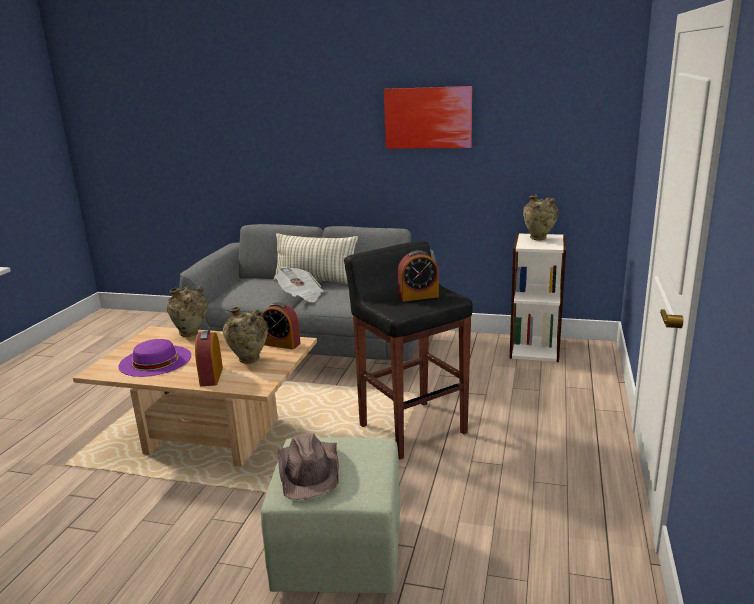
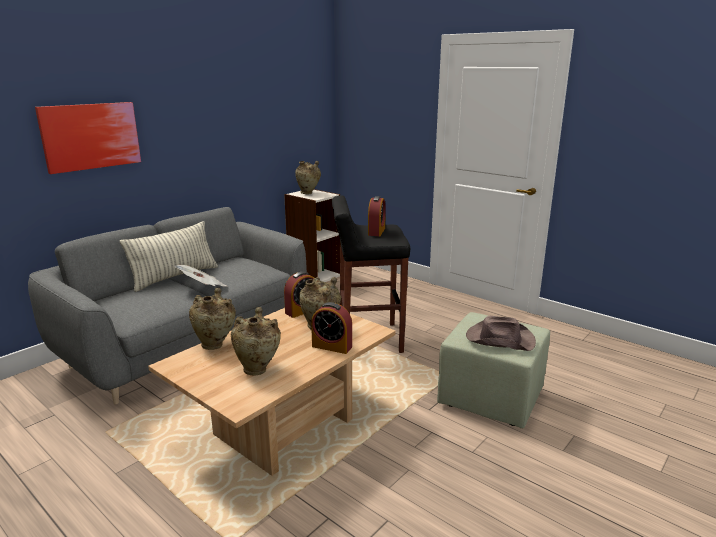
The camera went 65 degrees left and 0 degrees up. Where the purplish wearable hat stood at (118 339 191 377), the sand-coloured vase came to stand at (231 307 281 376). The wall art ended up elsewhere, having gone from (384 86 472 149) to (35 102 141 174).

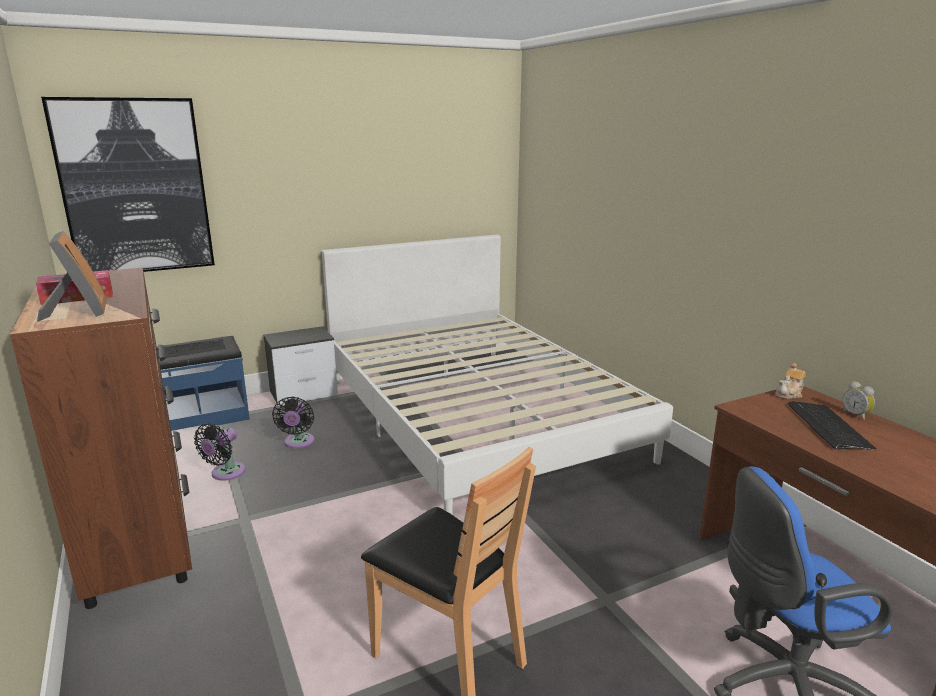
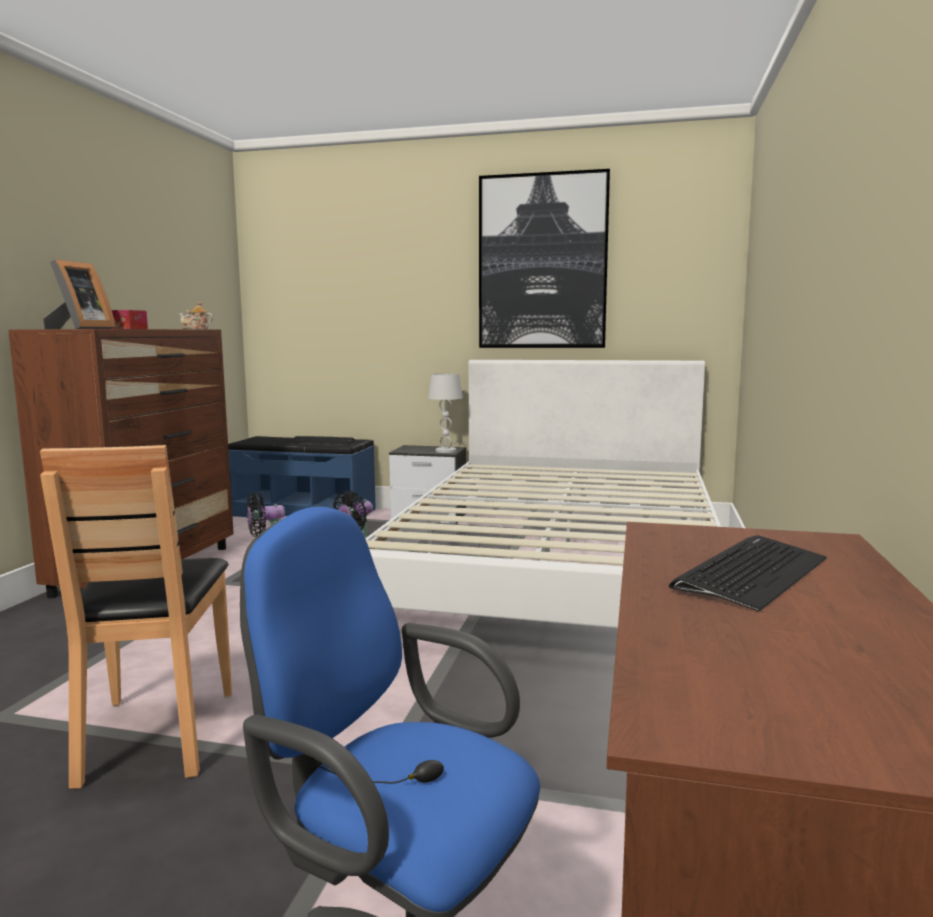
The camera went 40 degrees right and 10 degrees down. The wall art ended up elsewhere, having gone from (41 97 215 272) to (479 169 610 348). The teapot ended up elsewhere, having gone from (775 363 806 399) to (179 301 213 329). The second view lost the bedside clock at (843 381 875 421). The second view gained the white-coloured table lamp at (428 374 463 453).

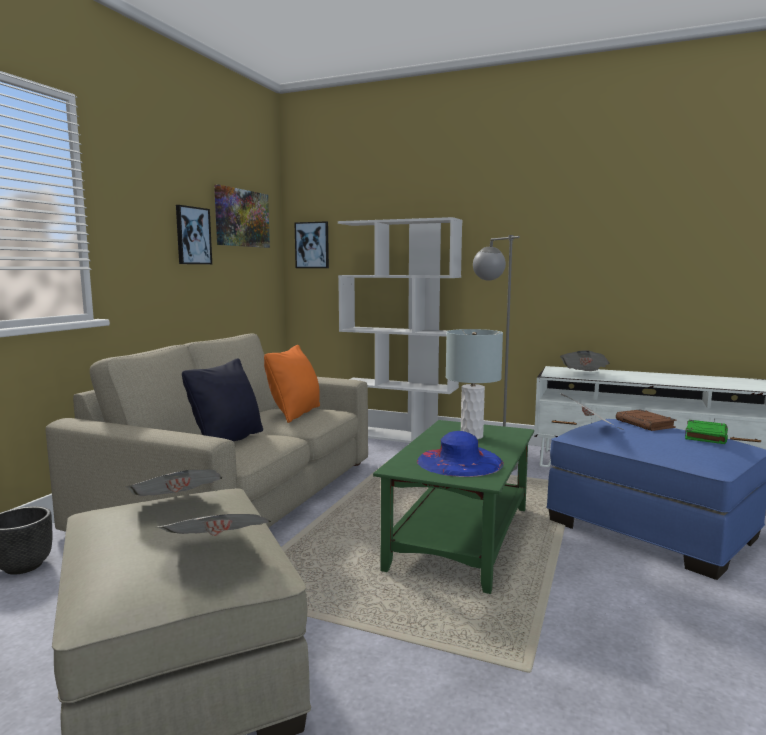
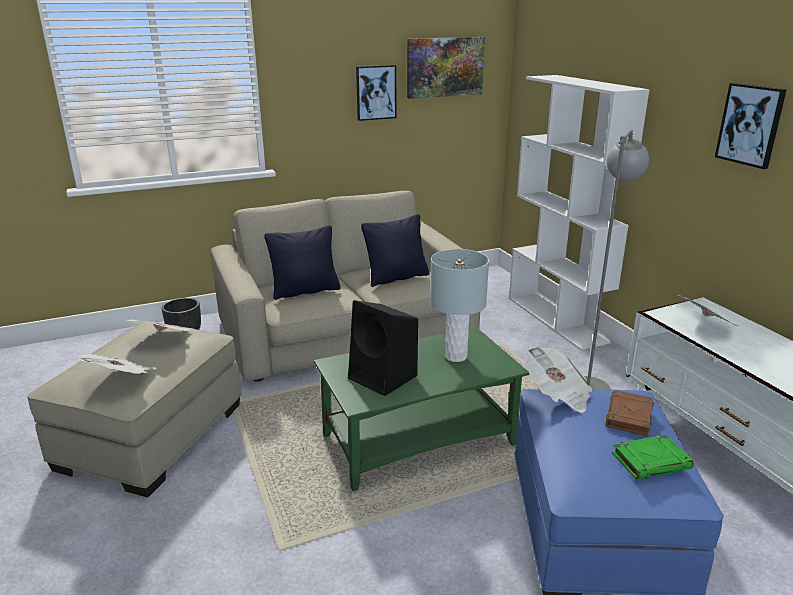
The camera went 45 degrees right and 15 degrees up. What was the orange-coloured cushion at (264 345 320 423) turned into the black-coloured cushion at (361 214 429 287). The wall art ended up elsewhere, having gone from (294 221 329 268) to (715 83 787 169). Where the blue wearable hat stood at (417 431 504 477), the black-coloured audio speaker came to stand at (348 300 418 396).

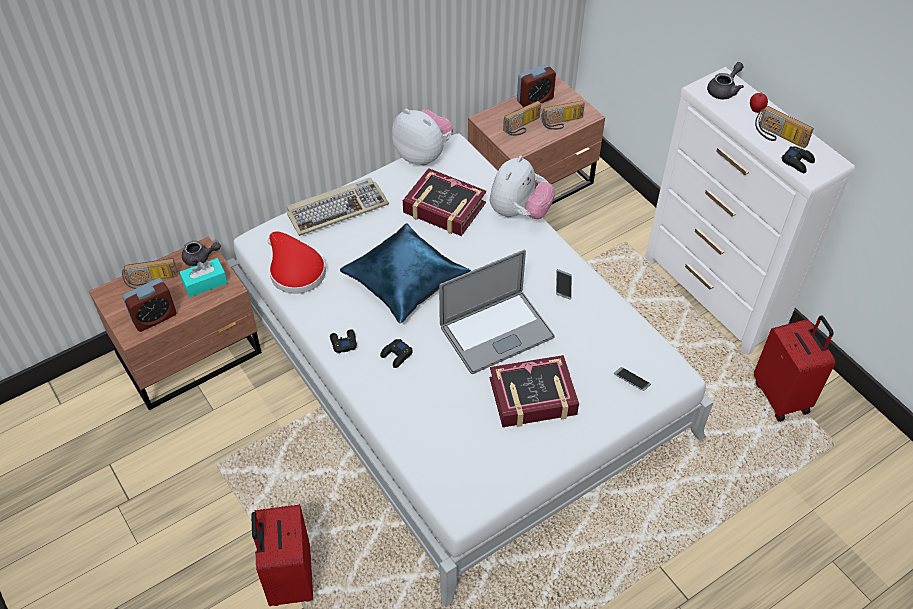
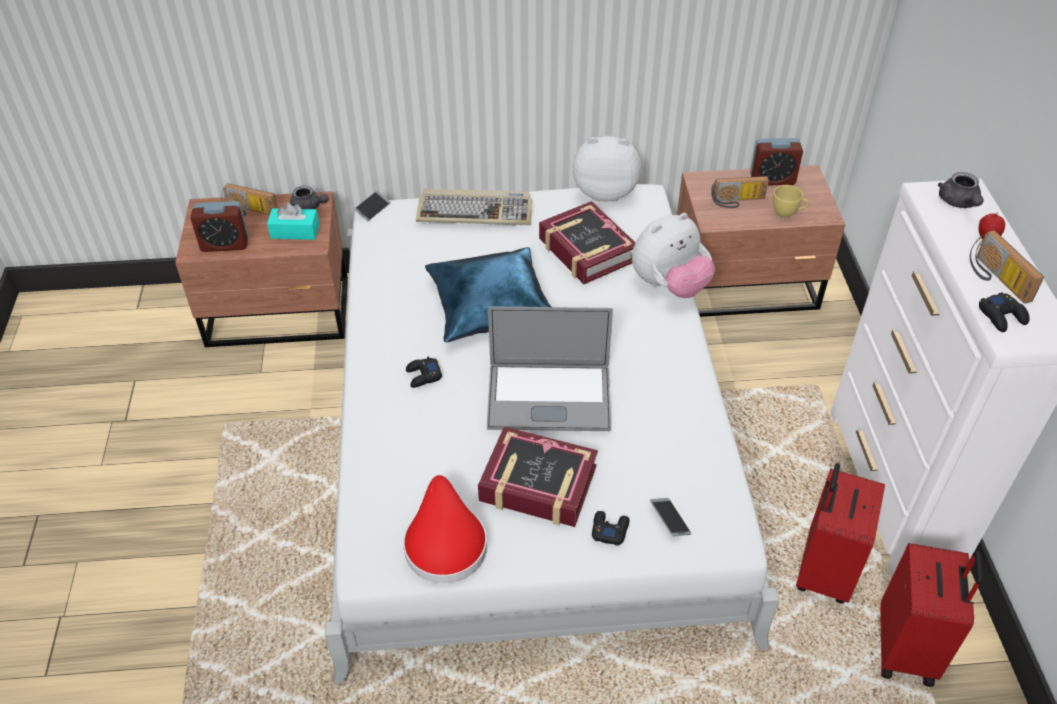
The camera went 30 degrees right and 5 degrees down. The red-coloured piece of luggage ended up elsewhere, having gone from (251 504 313 606) to (796 463 885 604). The red-coloured wearable hat ended up elsewhere, having gone from (268 232 326 294) to (403 475 487 583). The black-coloured joypad ended up elsewhere, having gone from (330 330 357 353) to (592 511 629 546). The cuddly toy at (392 109 453 165) ended up facing another way, 60 degrees counterclockwise from before. Where the radio set stood at (541 100 585 130), the yellow-coloured cup came to stand at (773 185 809 217). The telephone ended up elsewhere, having gone from (556 269 572 300) to (354 191 391 221). The greyish teapot at (707 62 744 99) ended up facing another way, 105 degrees clockwise from before.

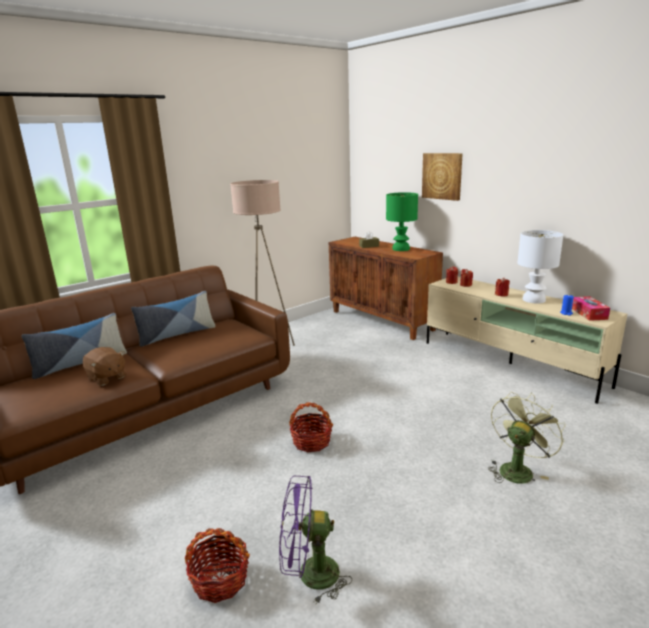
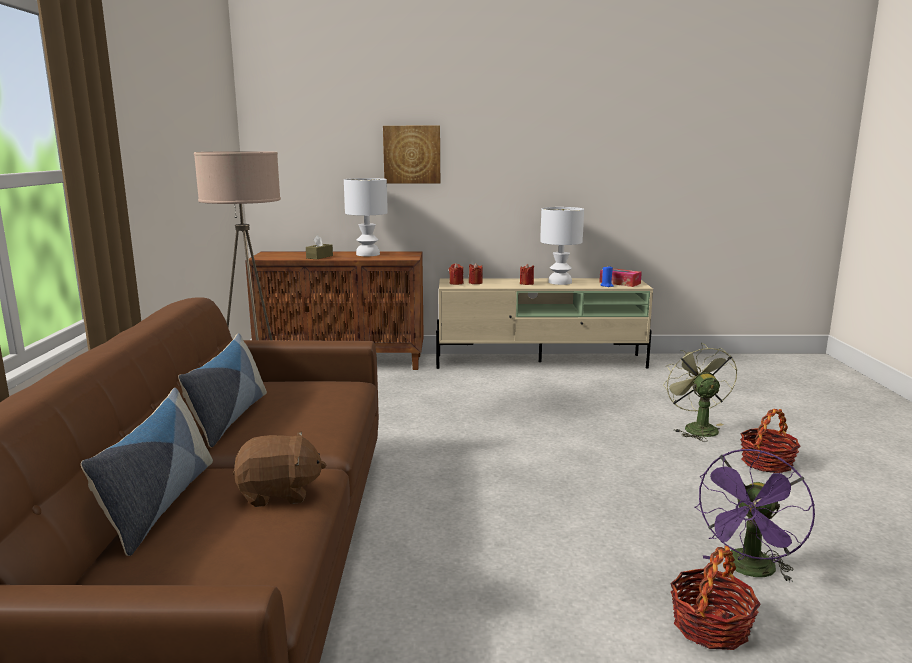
The camera went 50 degrees left and 5 degrees down. The basket ended up elsewhere, having gone from (289 402 333 452) to (740 409 801 473). What was the greenish table lamp at (386 192 418 251) turned into the white-coloured table lamp at (344 178 388 256).

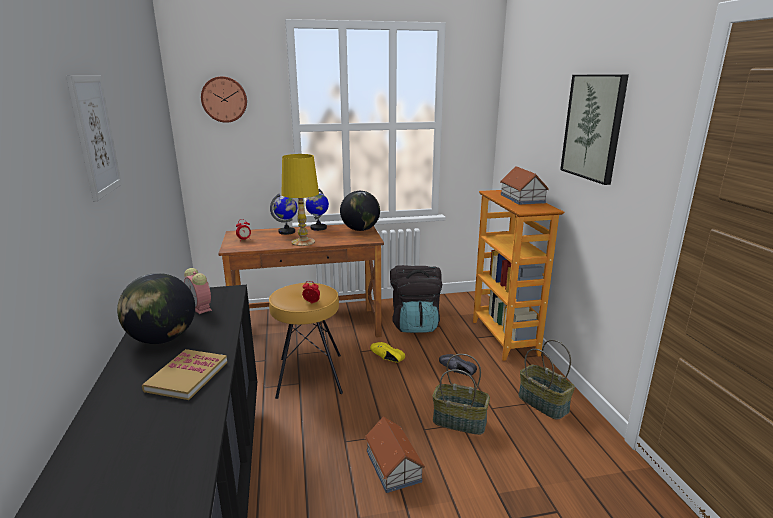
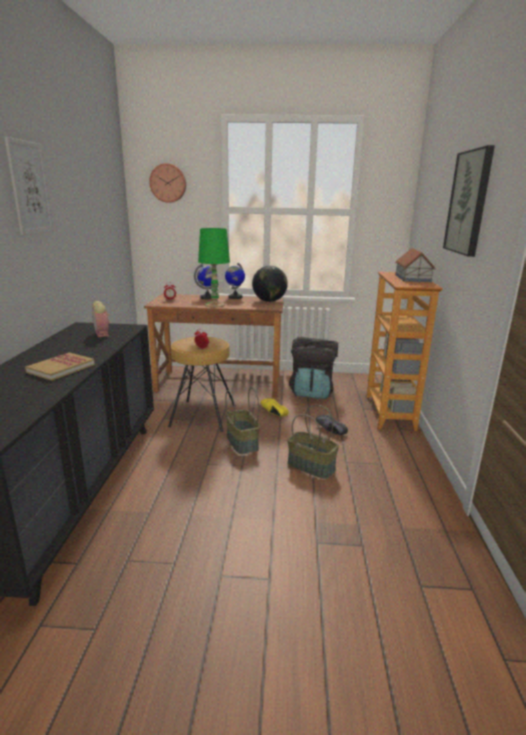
The camera went 15 degrees right and 0 degrees up. The second view lost the desk globe at (117 273 195 344). What was the yellow-coloured table lamp at (281 154 319 246) turned into the greenish table lamp at (198 228 230 307). The second view lost the model house at (365 417 425 493). The basket ended up elsewhere, having gone from (518 340 575 420) to (225 387 260 454).

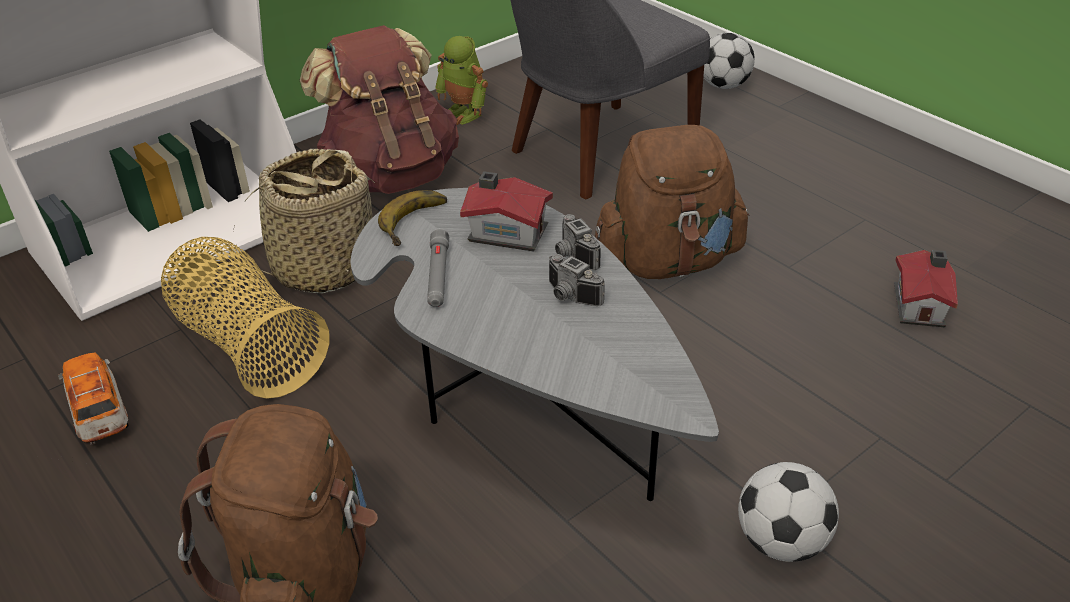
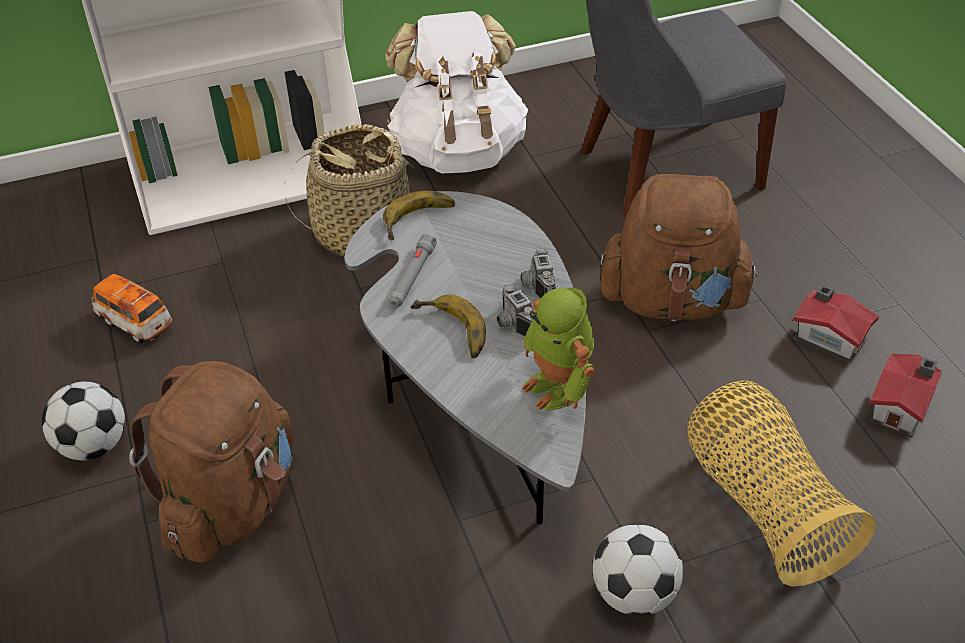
The camera went 20 degrees right and 5 degrees up. The toy car at (58 353 129 445) ended up facing another way, 45 degrees counterclockwise from before. The basket ended up elsewhere, having gone from (161 237 330 399) to (687 380 876 587). What was the brown backpack at (300 25 459 194) turned into the white-coloured backpack at (386 11 528 173). The model robot ended up elsewhere, having gone from (435 36 488 125) to (522 287 594 411). The model house ended up elsewhere, having gone from (460 171 553 252) to (793 284 879 364). The football ended up elsewhere, having gone from (703 33 755 89) to (42 382 125 460). The second view gained the whole banana at (411 295 486 358).

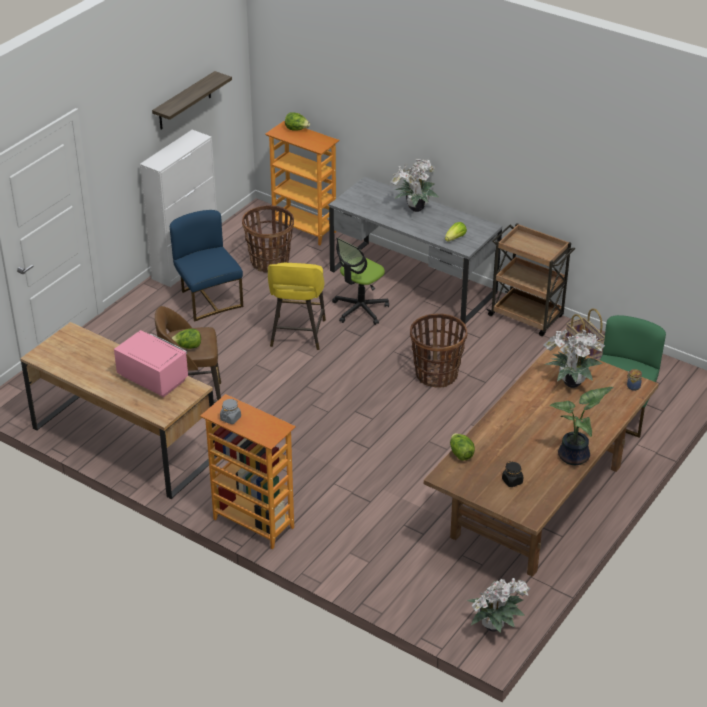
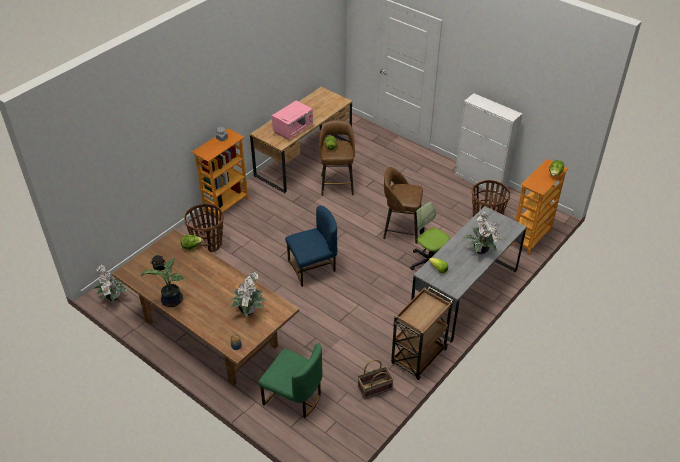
The camera went 95 degrees right and 5 degrees up. The second view lost the shelf at (152 71 232 129). The blue plain chair ended up elsewhere, having gone from (170 210 243 322) to (285 206 337 287). What was the yellow-coloured stool seat at (268 263 326 350) turned into the brown stool seat at (383 167 423 244). The basket ended up elsewhere, having gone from (410 313 468 388) to (184 204 224 253).

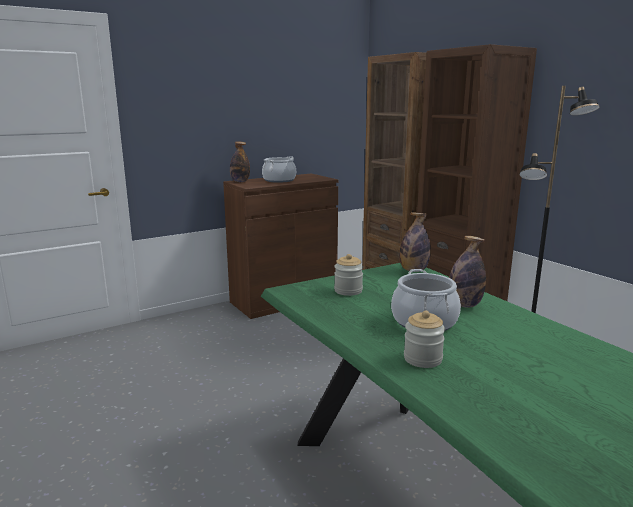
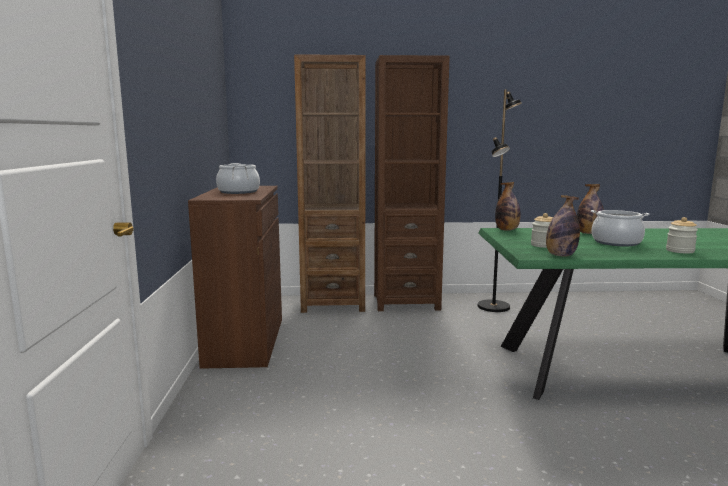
The camera went 60 degrees left and 5 degrees down. The drink bottle ended up elsewhere, having gone from (230 142 250 182) to (546 195 580 257).

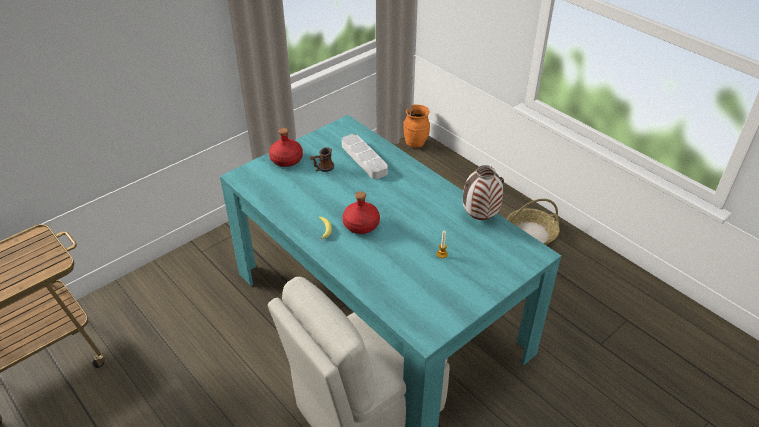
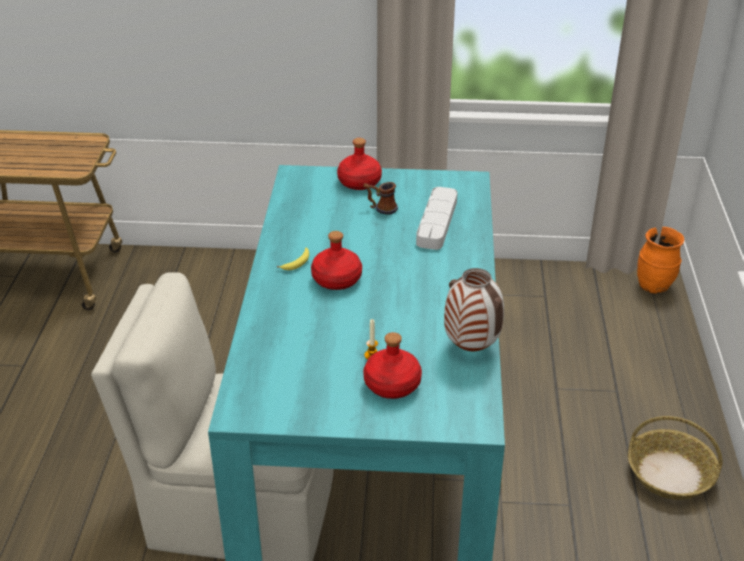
The camera went 45 degrees right and 5 degrees down. The second view gained the red-coloured drink bottle at (363 332 422 399).

